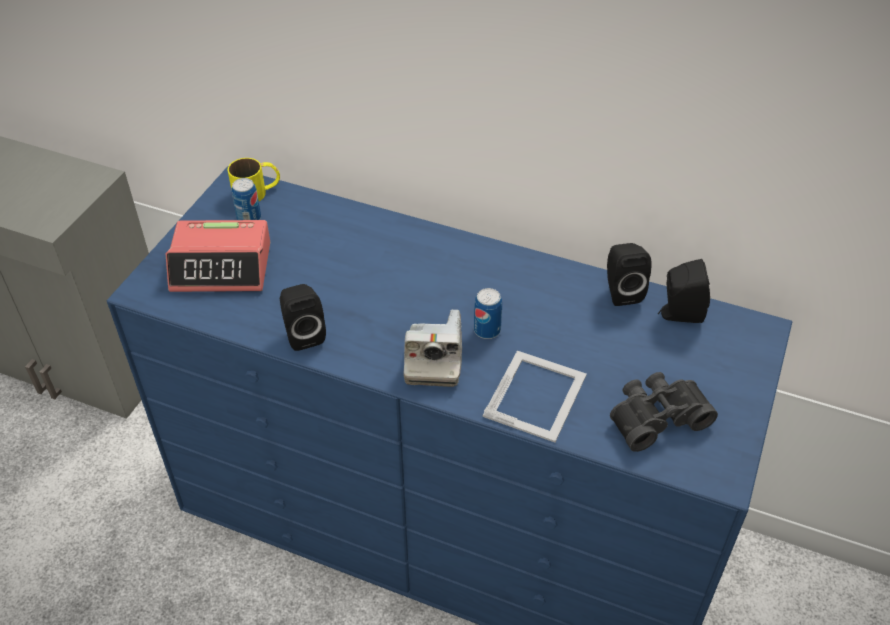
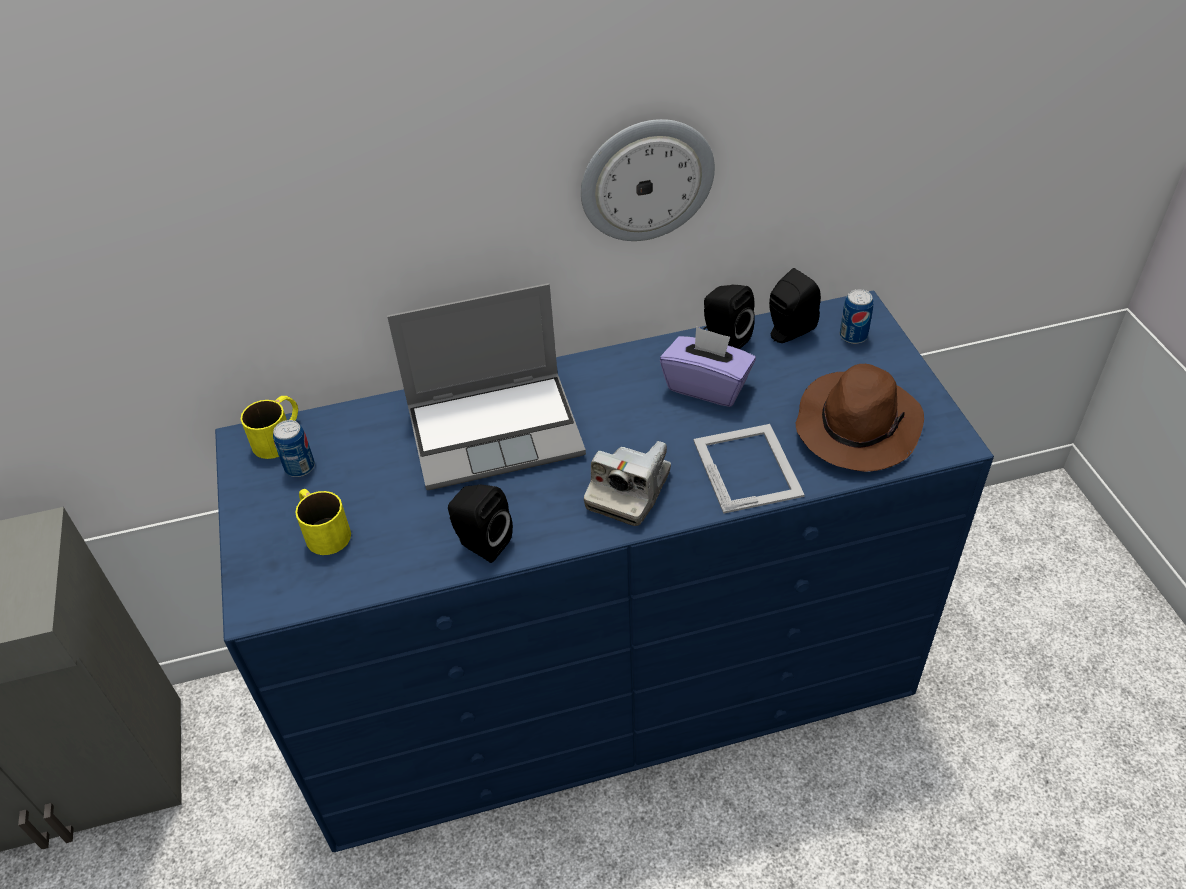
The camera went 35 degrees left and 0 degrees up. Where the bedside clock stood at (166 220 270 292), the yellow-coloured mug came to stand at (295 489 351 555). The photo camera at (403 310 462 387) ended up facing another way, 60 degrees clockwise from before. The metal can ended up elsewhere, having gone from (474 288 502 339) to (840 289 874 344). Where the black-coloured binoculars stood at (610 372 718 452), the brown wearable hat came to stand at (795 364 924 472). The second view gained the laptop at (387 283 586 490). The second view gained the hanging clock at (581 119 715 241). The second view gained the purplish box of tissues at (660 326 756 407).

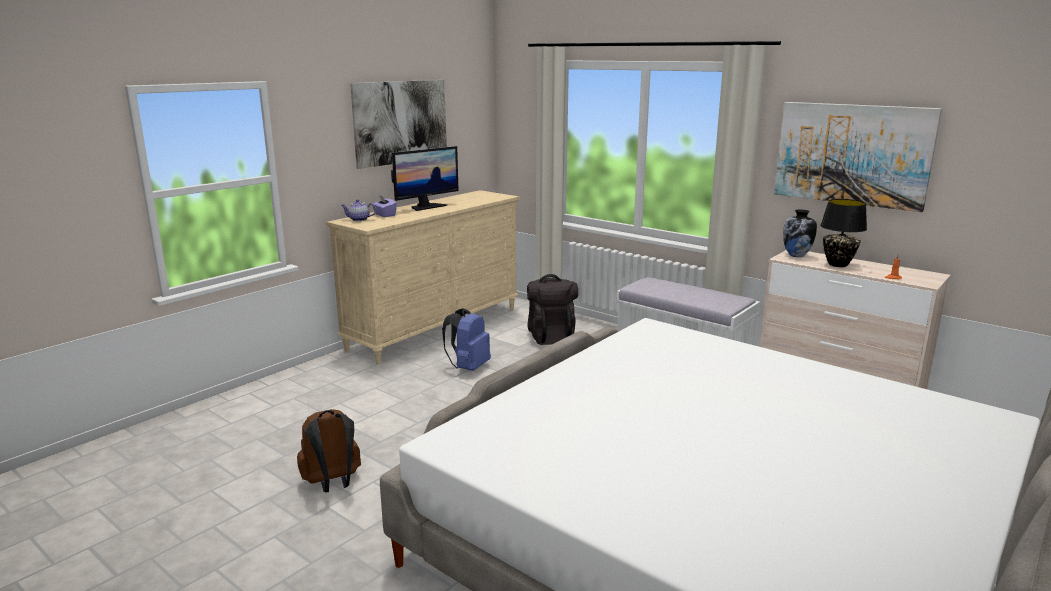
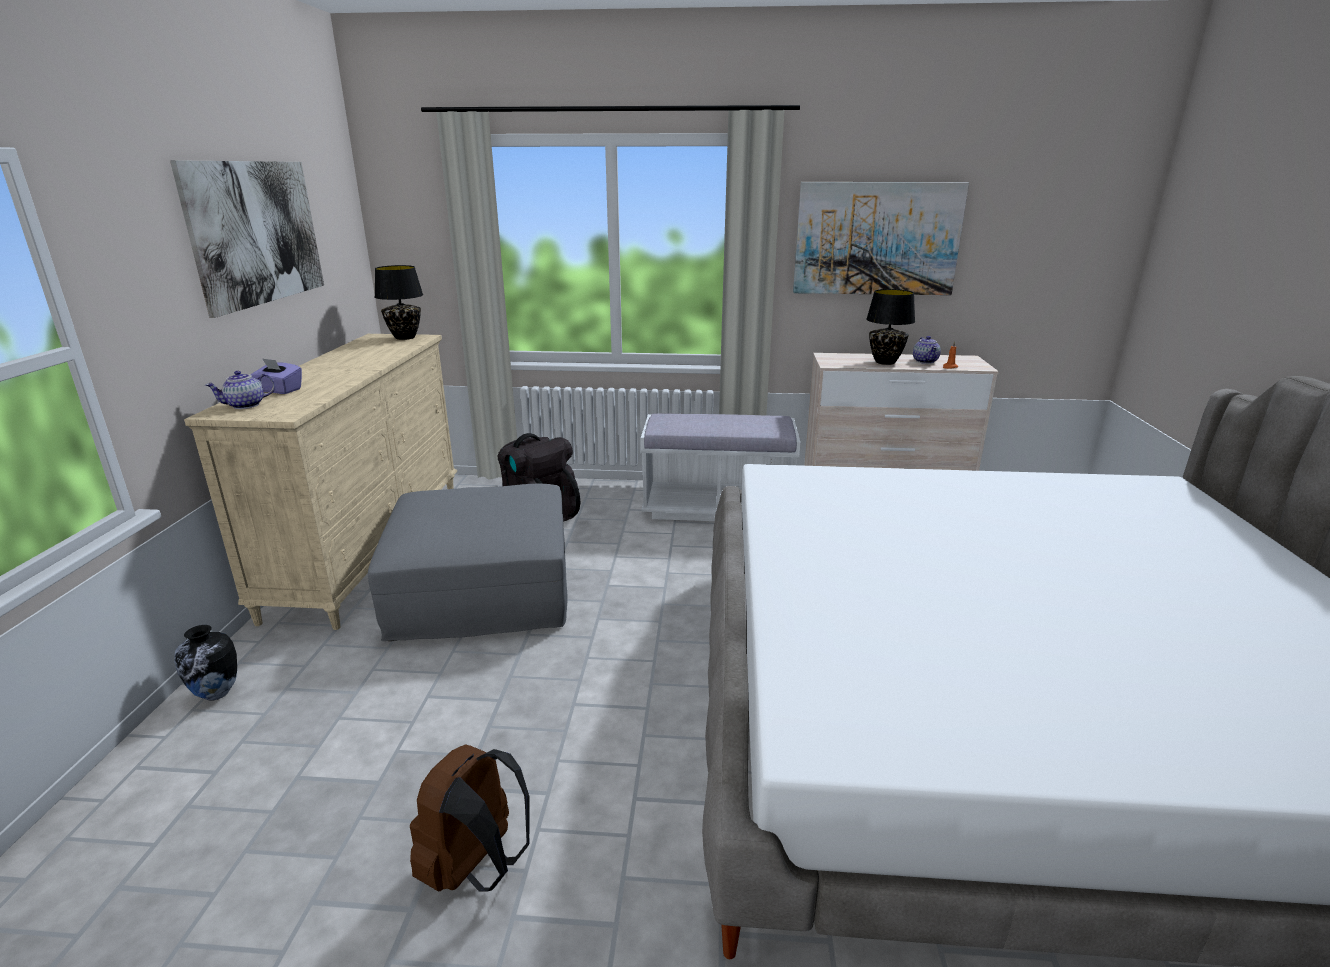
The camera went 35 degrees left and 5 degrees up. The second view lost the computer display at (391 146 459 211). Where the blue backpack stood at (442 308 491 371), the greyish ottoman came to stand at (368 484 568 641). The vase ended up elsewhere, having gone from (783 209 817 257) to (174 625 237 701). The second view gained the black-coloured table lamp at (375 265 423 340). The second view gained the teapot at (913 336 941 364).

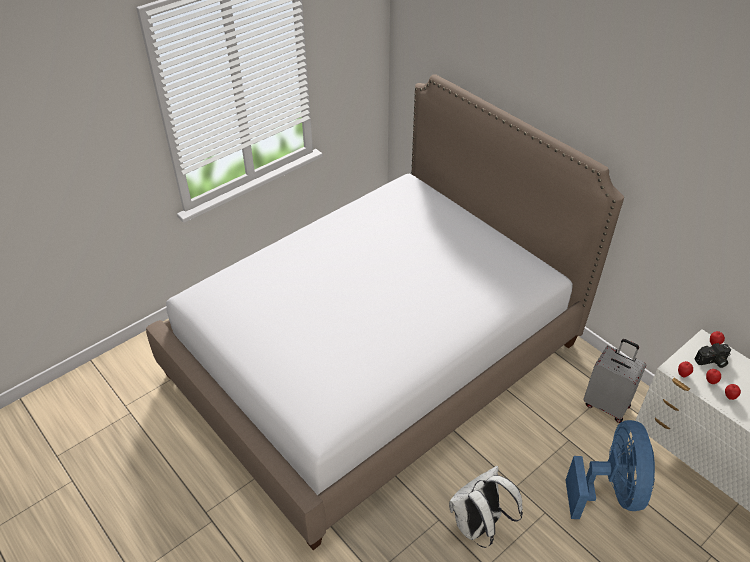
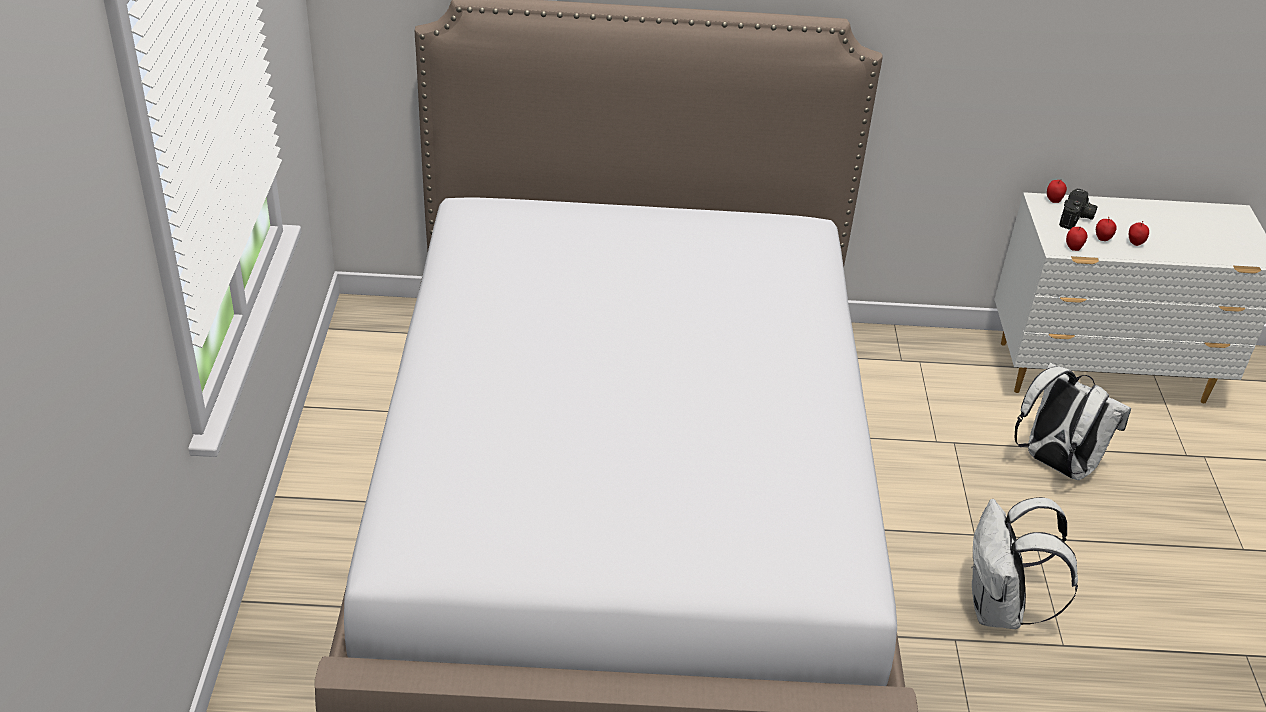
The camera went 50 degrees left and 5 degrees down. Where the blue fan stood at (566 420 655 519), the white-coloured backpack came to stand at (1015 363 1131 480). The second view lost the greyish piece of luggage at (583 339 646 423).

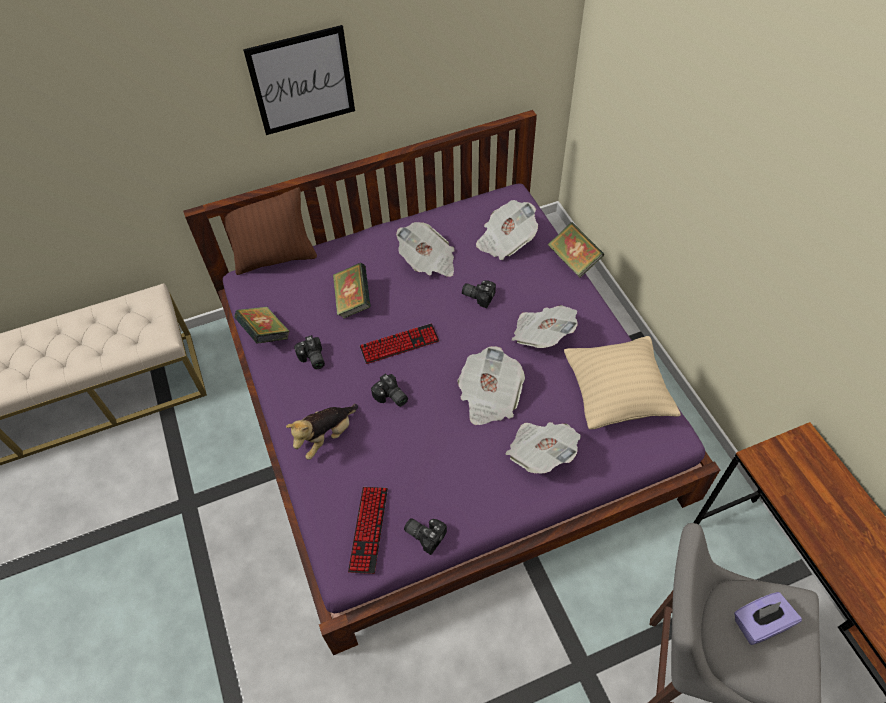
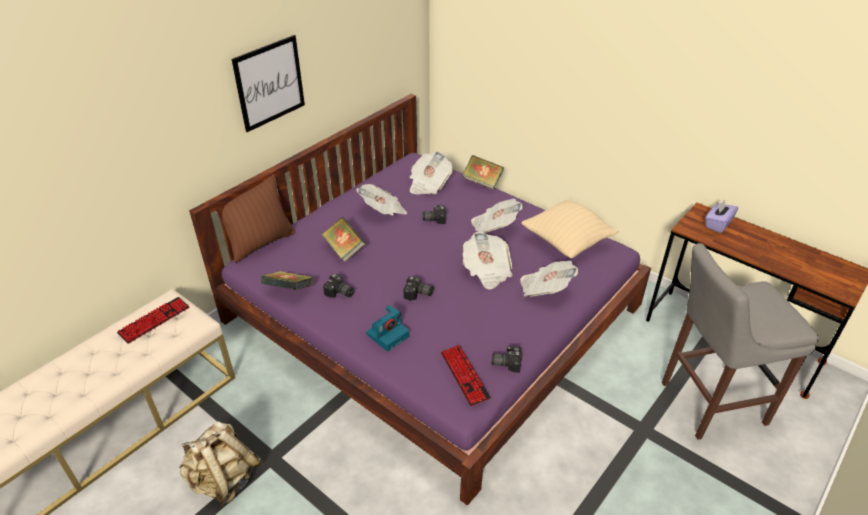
The camera went 30 degrees left and 15 degrees down. Where the cuddly toy stood at (286 404 358 460), the photo camera came to stand at (366 305 409 351). The computer keyboard ended up elsewhere, having gone from (360 323 439 364) to (117 297 189 344). The purplish box of tissues ended up elsewhere, having gone from (734 592 802 645) to (705 200 738 233). The second view gained the sand-coloured backpack at (180 421 261 506).

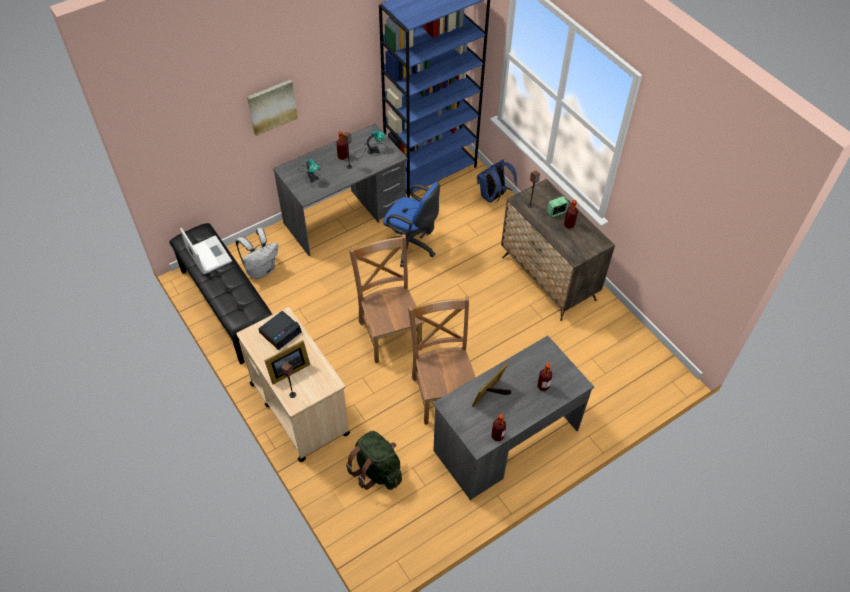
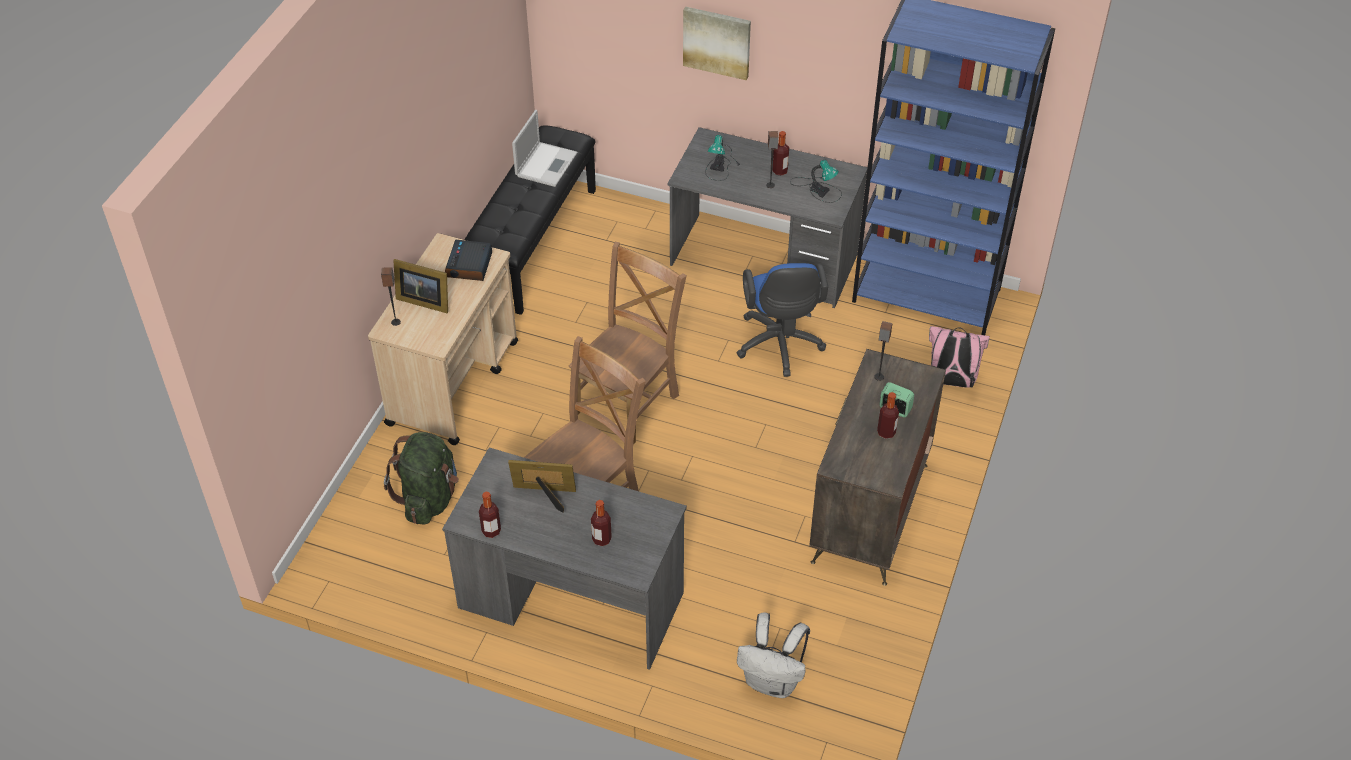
The camera went 55 degrees right and 5 degrees down. The white-coloured backpack ended up elsewhere, having gone from (236 228 278 279) to (737 612 810 698). The bedside clock at (258 311 302 350) ended up facing another way, 90 degrees clockwise from before. What was the blue backpack at (477 159 517 202) turned into the pink backpack at (929 326 990 388).

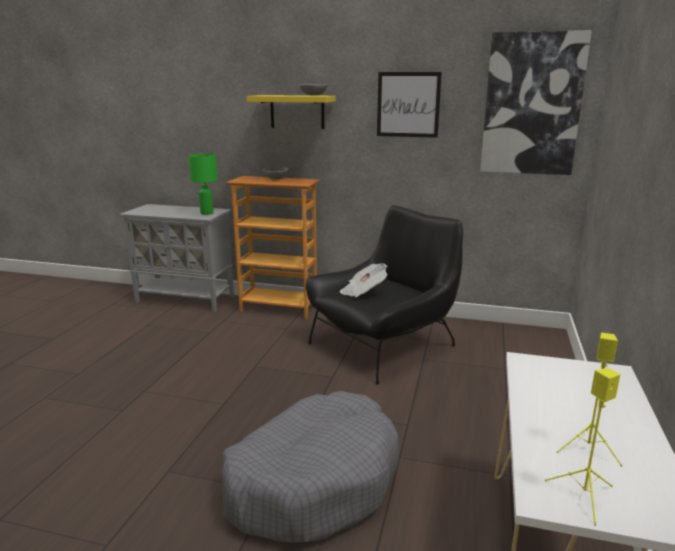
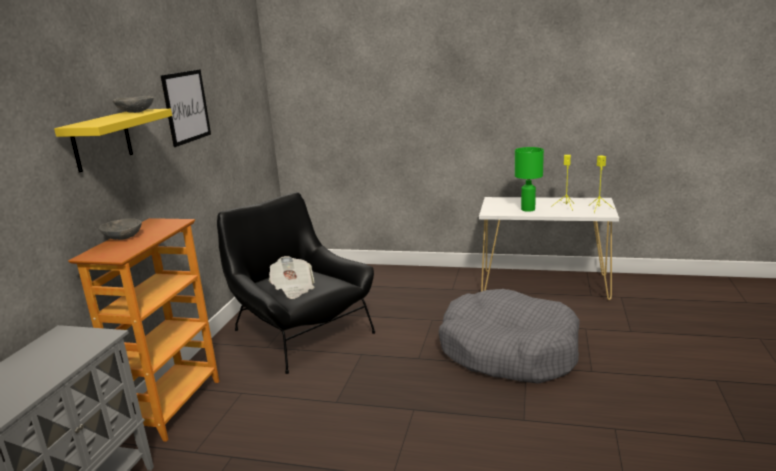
The camera went 90 degrees left and 0 degrees up. The greenish table lamp ended up elsewhere, having gone from (189 154 218 215) to (515 147 544 212). The second view lost the wall art at (480 30 592 175).

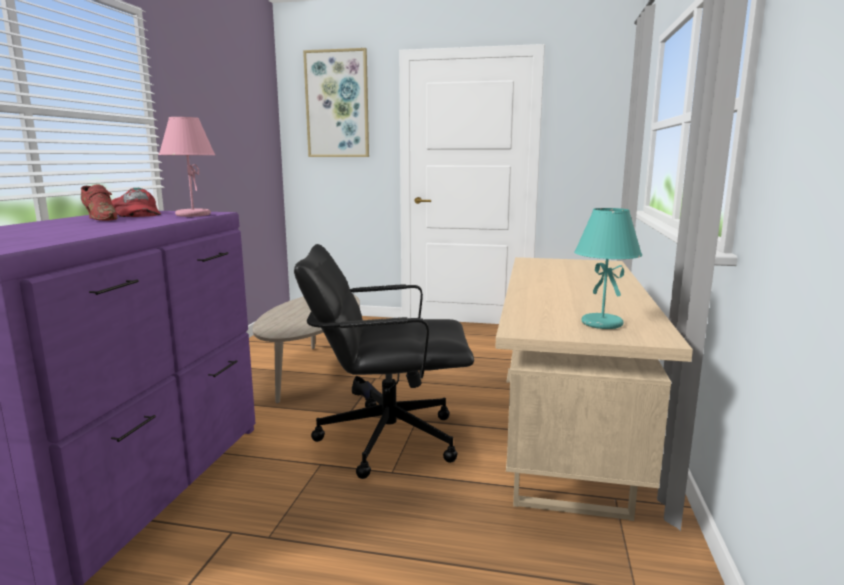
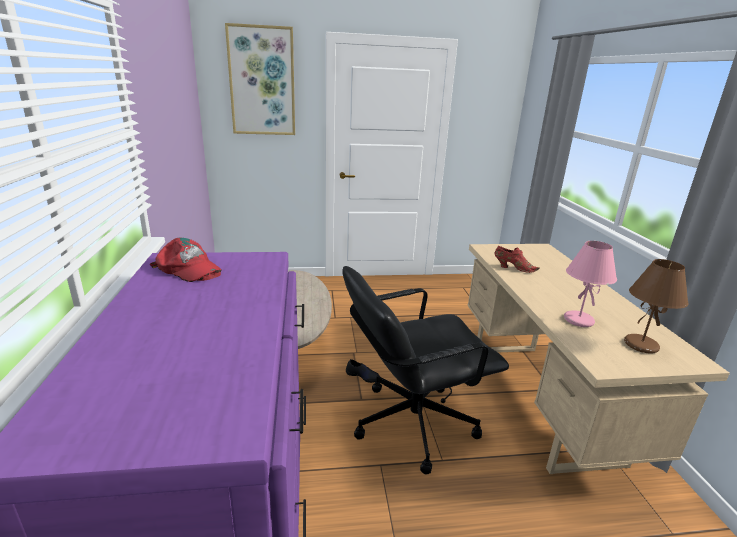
The camera went 20 degrees left and 10 degrees up. The red-coloured low shoe ended up elsewhere, having gone from (81 184 118 221) to (495 246 540 273). The pink table lamp ended up elsewhere, having gone from (159 117 215 217) to (564 241 617 327). What was the blue-green table lamp at (574 208 642 329) turned into the brown table lamp at (624 259 689 353).

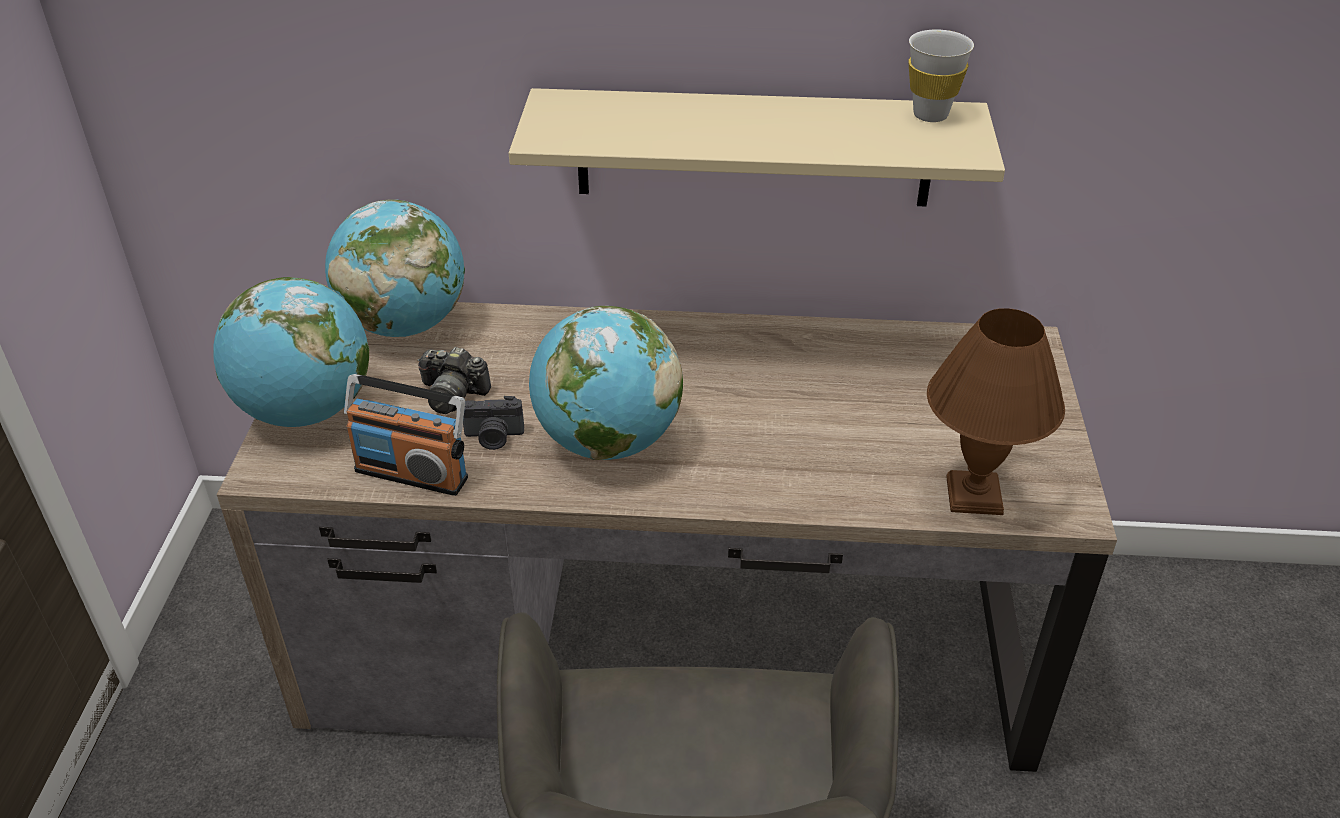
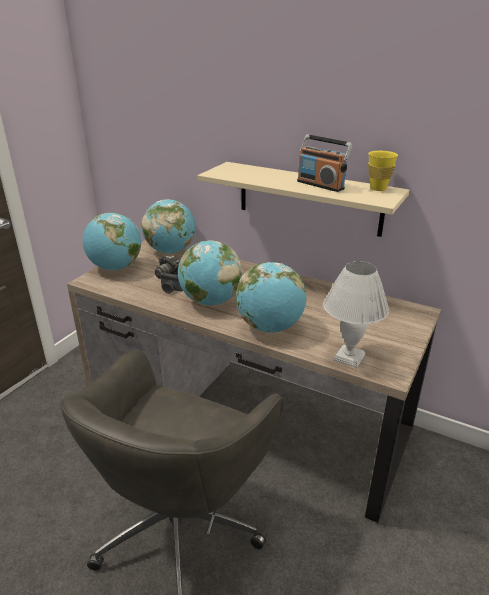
The camera went 25 degrees right and 10 degrees down. The radio set ended up elsewhere, having gone from (344 374 468 496) to (297 134 353 192). What was the white-coloured cup at (908 30 974 122) turned into the yellow-coloured cup at (368 151 398 191). What was the brown table lamp at (927 308 1065 515) turned into the white-coloured table lamp at (323 261 389 368). The second view gained the desk globe at (236 262 306 333).

